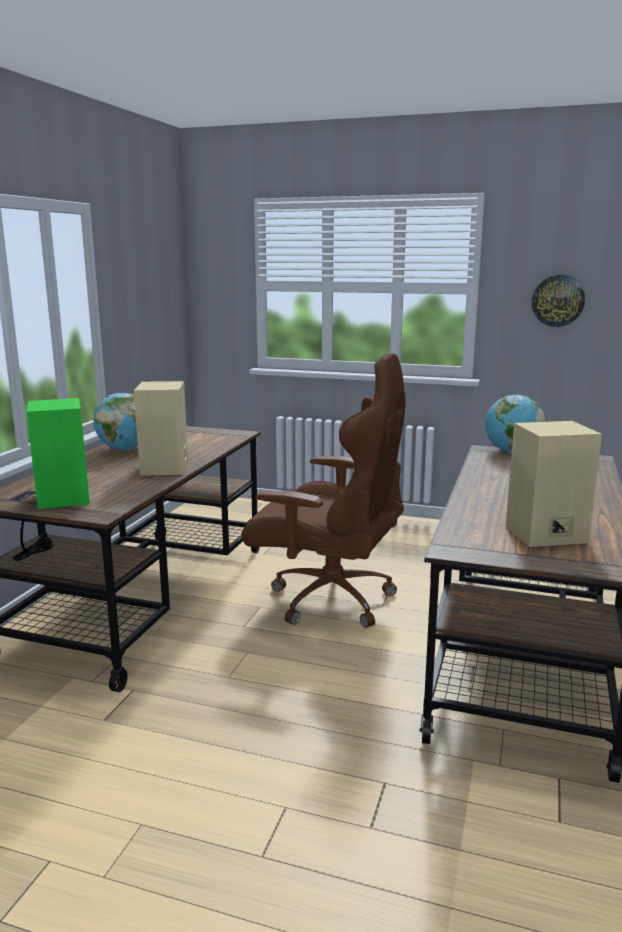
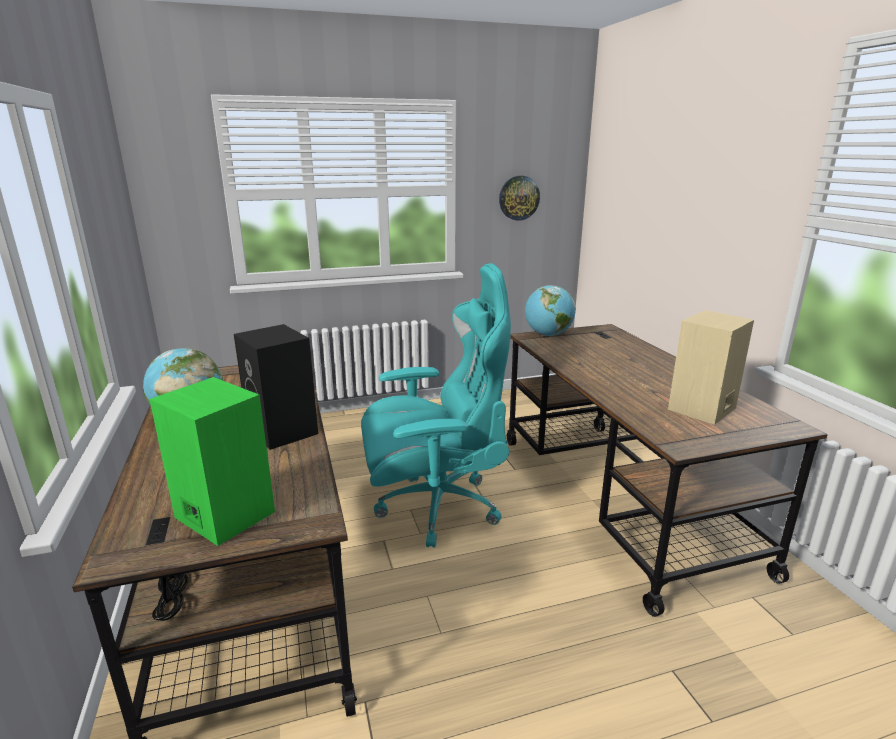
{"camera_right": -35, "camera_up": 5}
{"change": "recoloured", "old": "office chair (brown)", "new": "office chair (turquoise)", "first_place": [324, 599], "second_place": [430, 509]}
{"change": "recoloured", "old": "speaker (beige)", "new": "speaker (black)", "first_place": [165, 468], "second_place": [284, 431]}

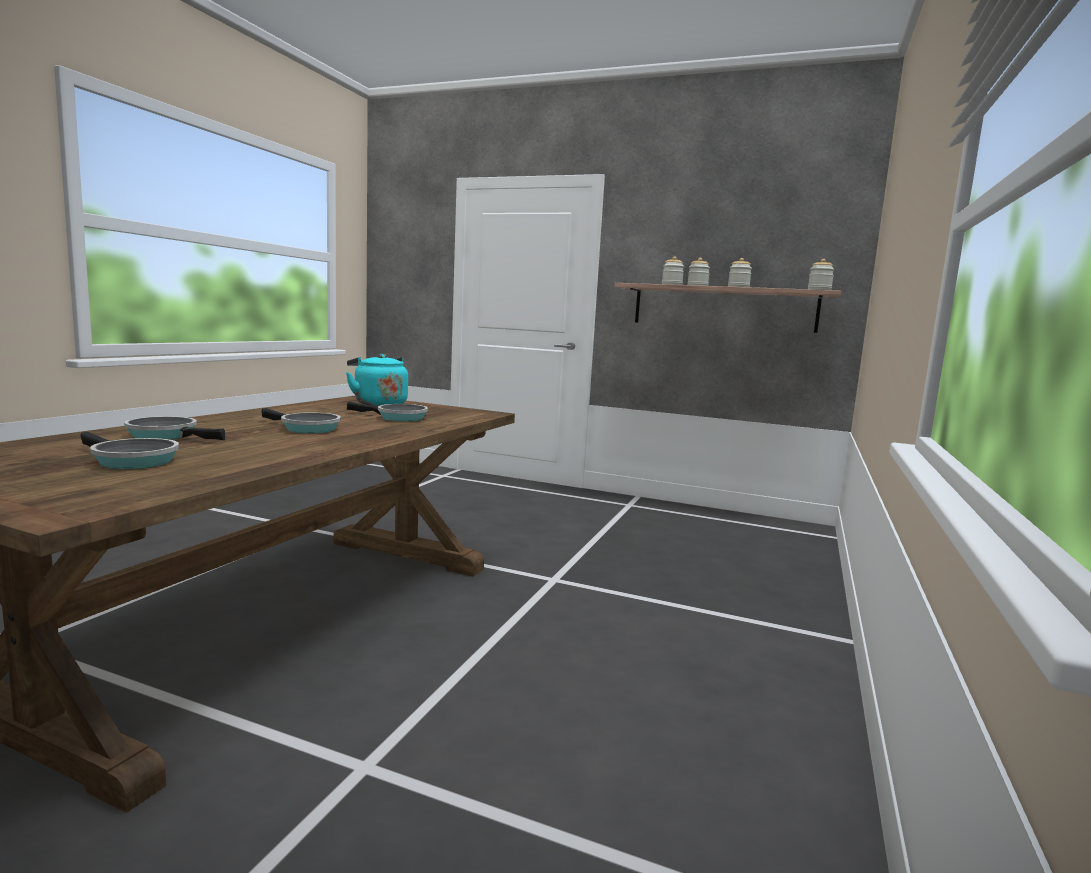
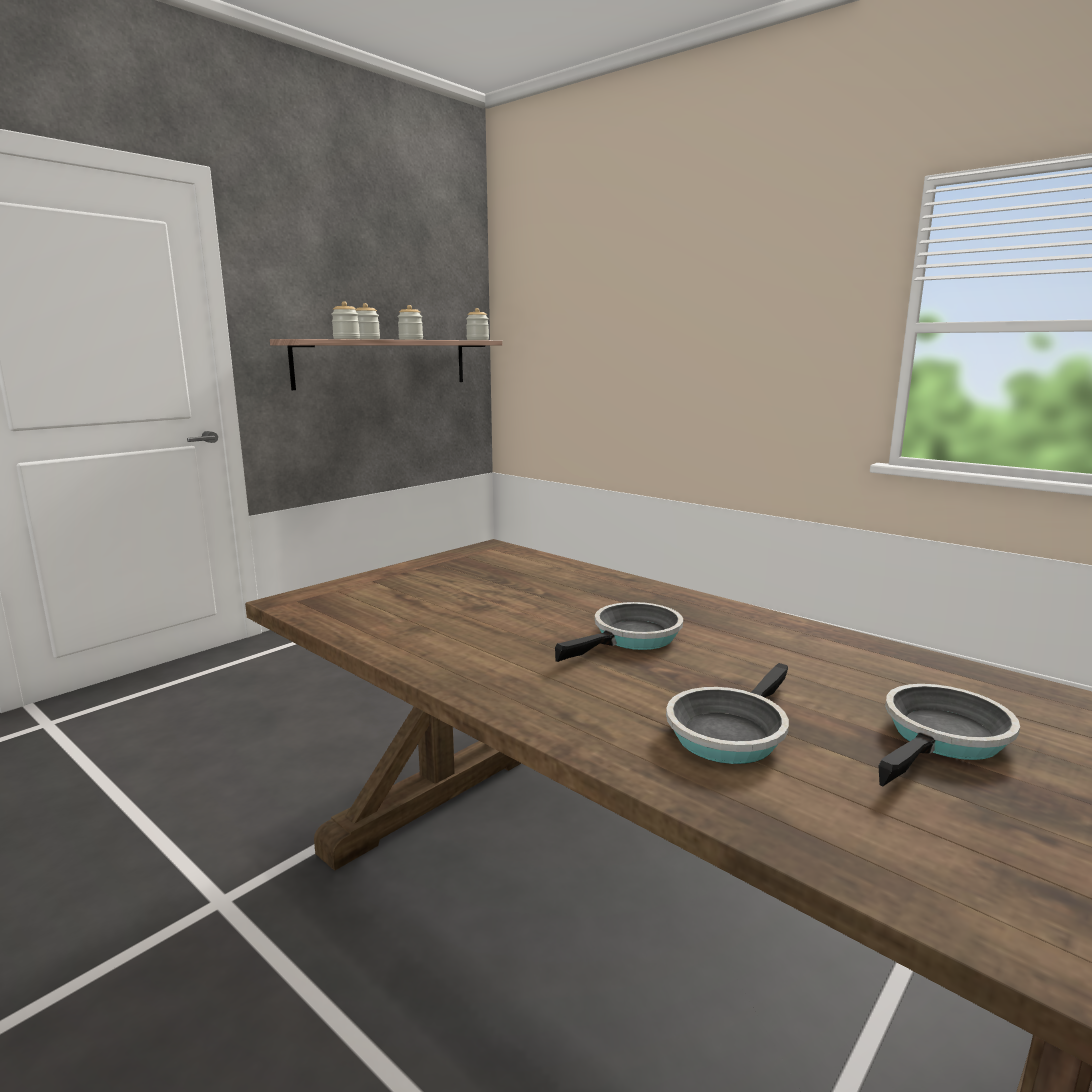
{"camera_right": -70, "camera_up": 5}
{"change": "removed", "old": "kettle (turquoise)", "first_place": [378, 404]}
{"change": "removed", "old": "frying pan", "first_place": [397, 418]}

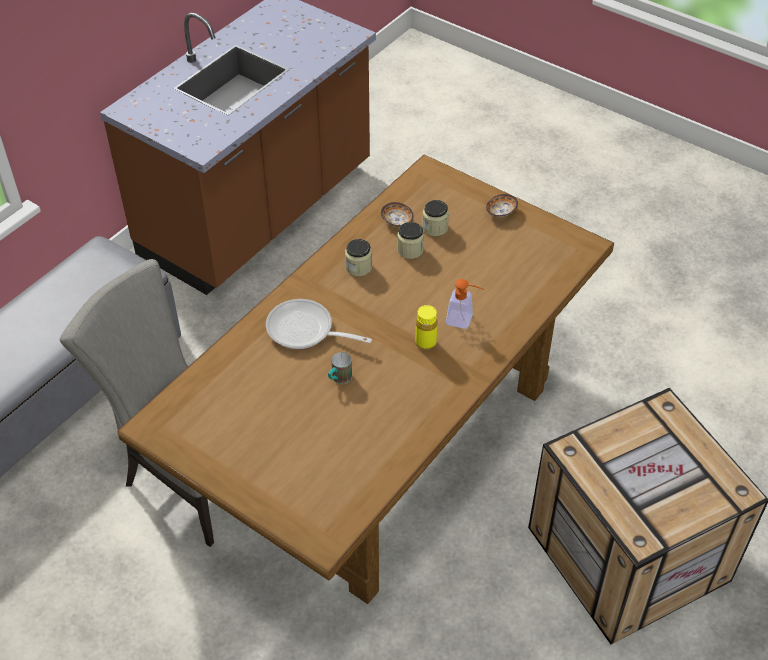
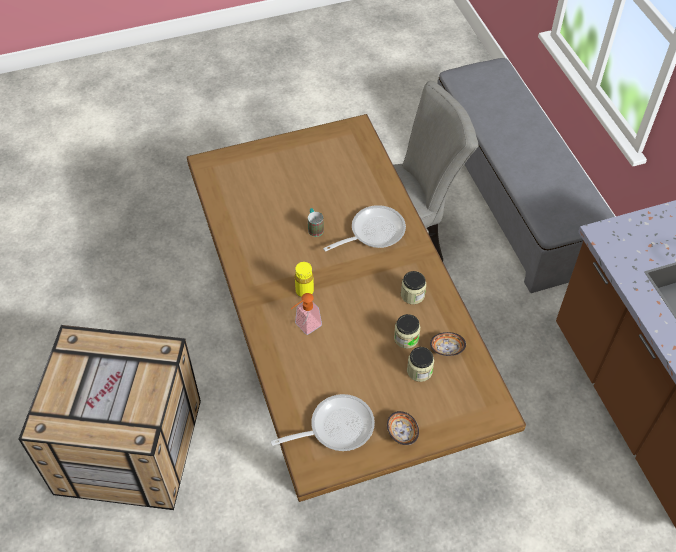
{"camera_right": 125, "camera_up": 5}
{"change": "added", "new": "frying pan", "second_place": [336, 427]}

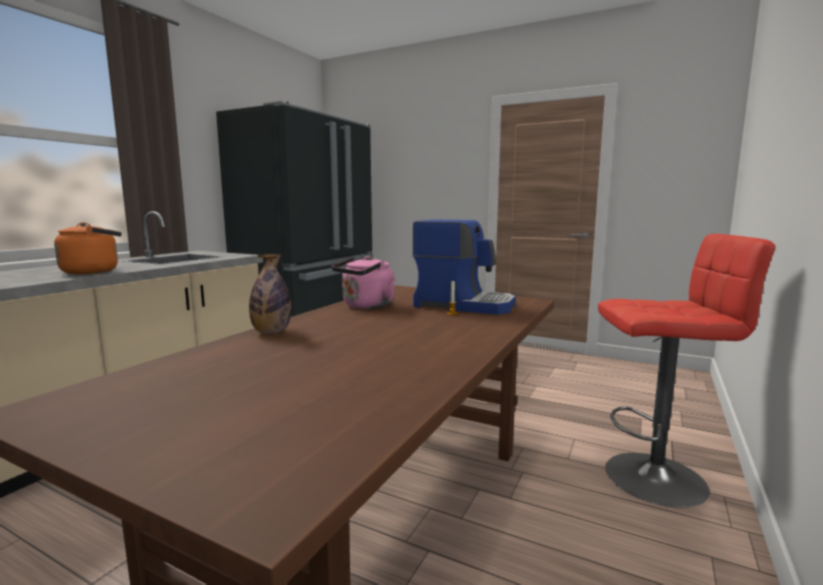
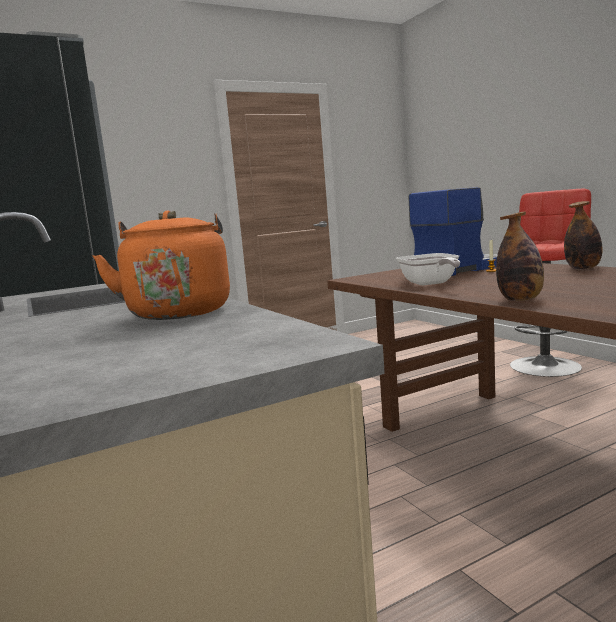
{"camera_right": -55, "camera_up": 0}
{"change": "replaced", "old": "kettle (pink)", "new": "frying pan", "first_place": [366, 306], "second_place": [430, 284]}
{"change": "added", "new": "bottle", "second_place": [583, 268]}

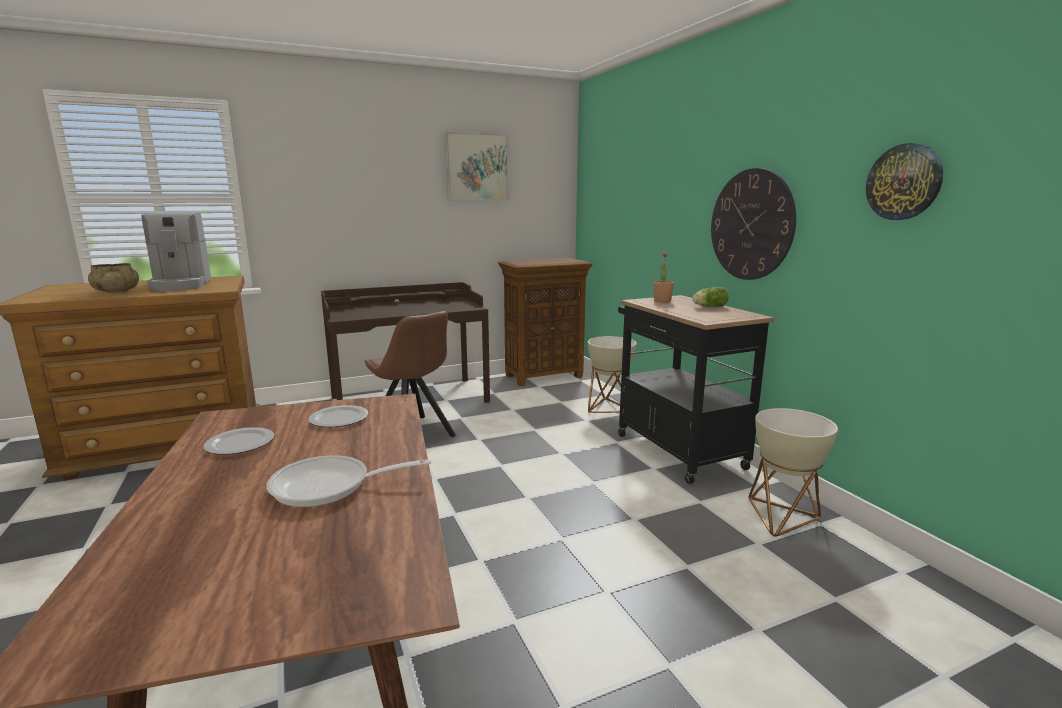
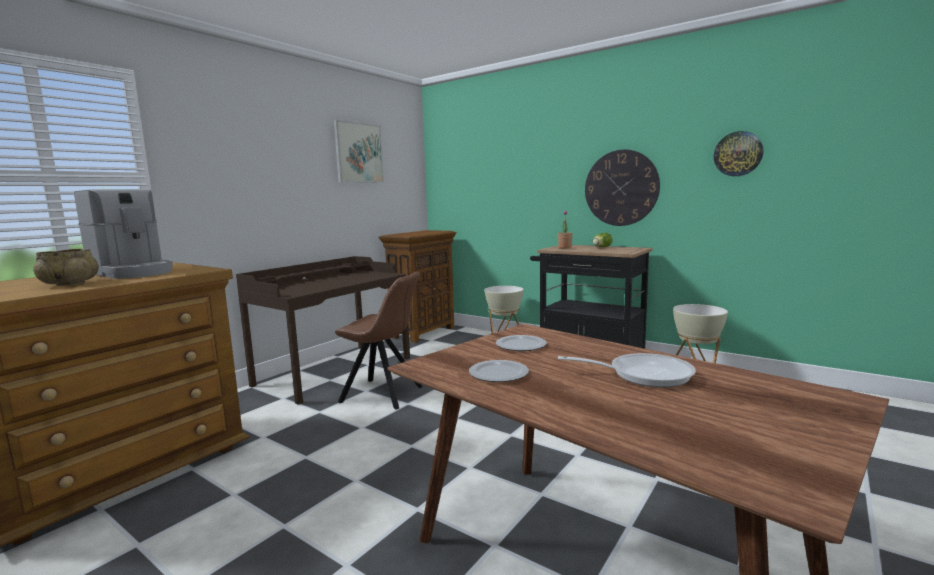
{"camera_right": -30, "camera_up": -5}
{"change": "turned", "old": "frying pan", "first_place": [330, 487], "second_place": [642, 375], "degrees": -135}

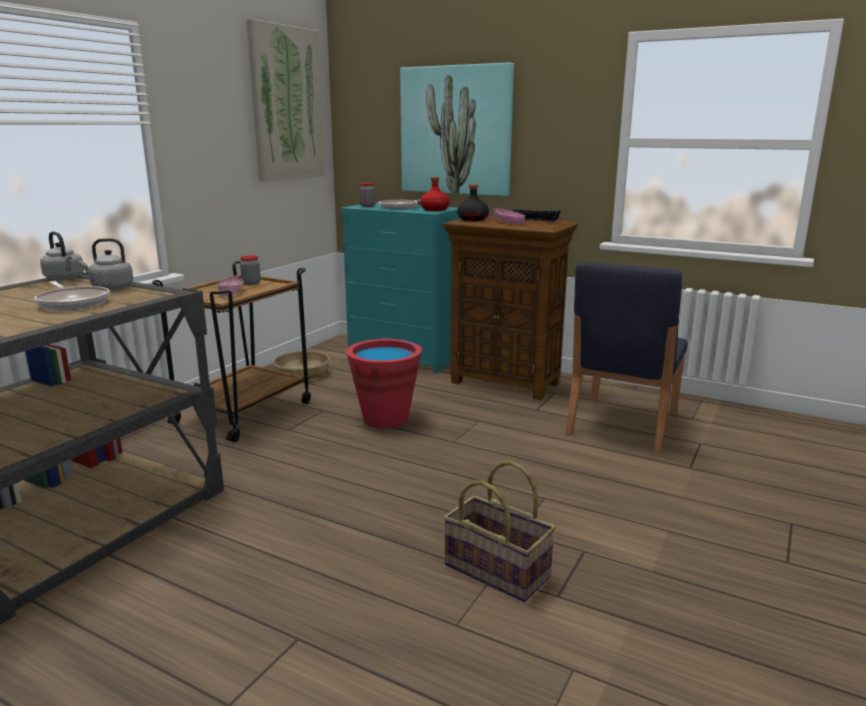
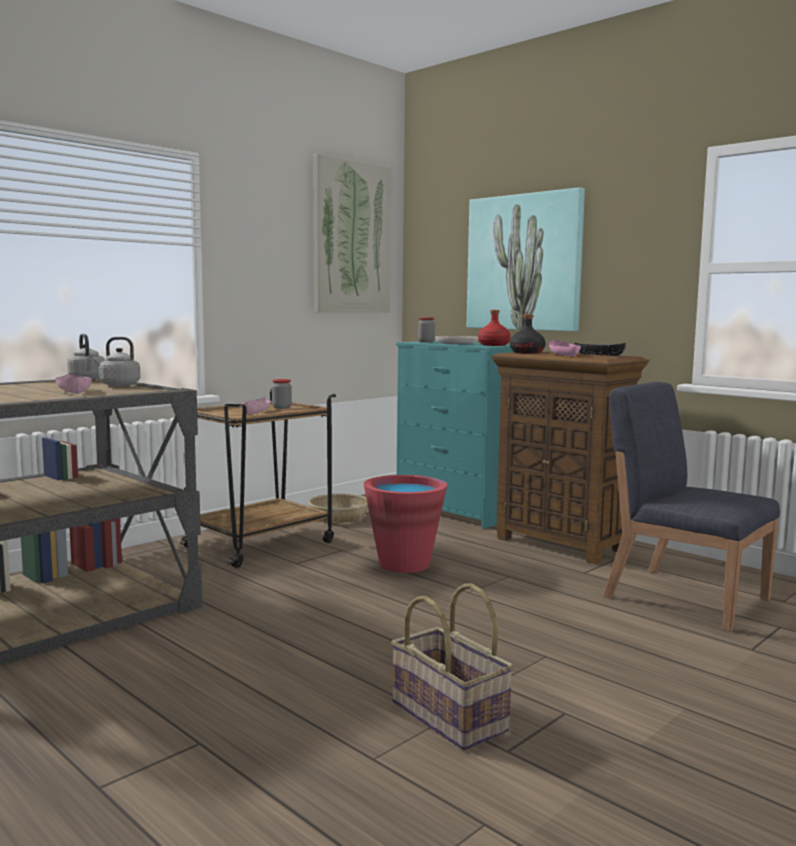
{"camera_right": 15, "camera_up": -10}
{"change": "turned", "old": "chair (blue)", "first_place": [621, 424], "second_place": [684, 597], "degrees": 90}
{"change": "replaced", "old": "frying pan", "new": "bowl (pink)", "first_place": [73, 303], "second_place": [74, 391]}

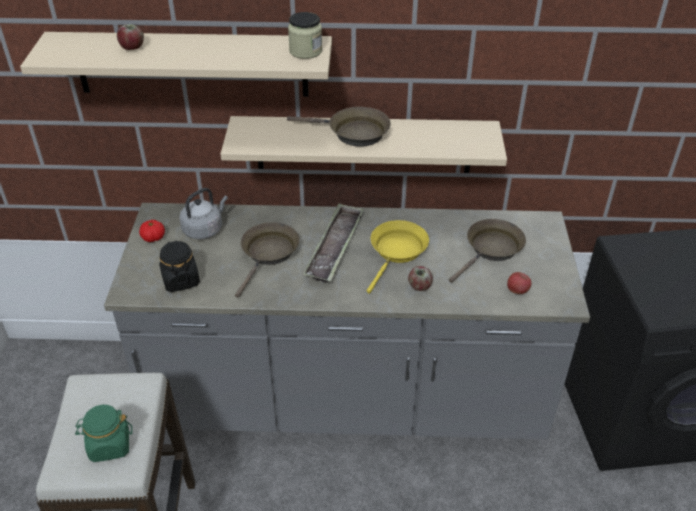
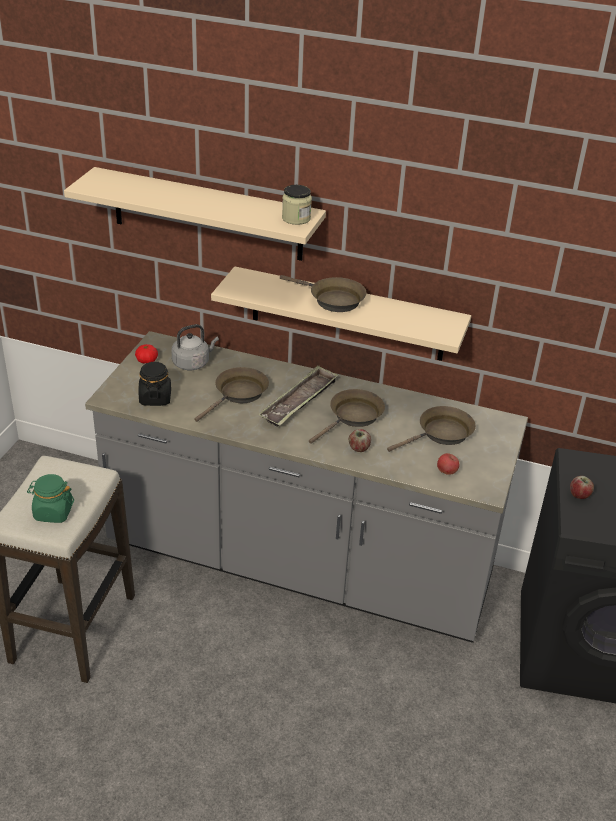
{"camera_right": 15, "camera_up": -5}
{"change": "moved", "old": "apple", "first_place": [132, 48], "second_place": [579, 495]}
{"change": "recoloured", "old": "frying pan (yellow)", "new": "frying pan (brown)", "first_place": [397, 252], "second_place": [353, 417]}

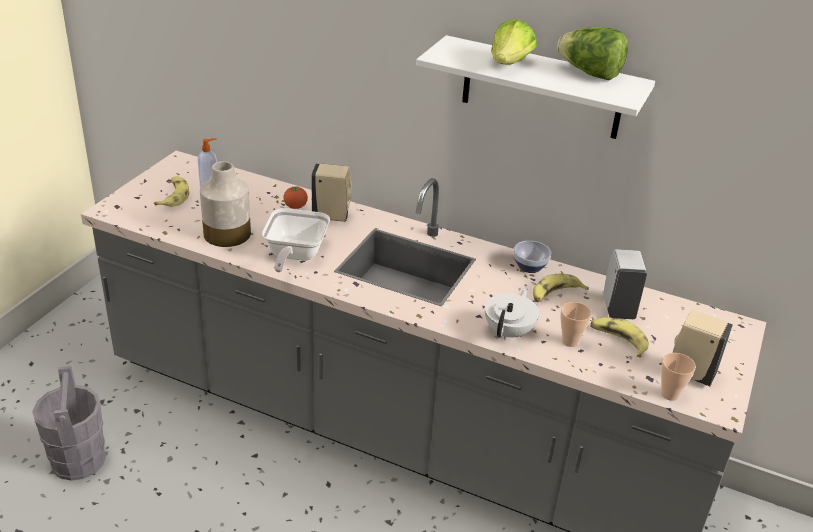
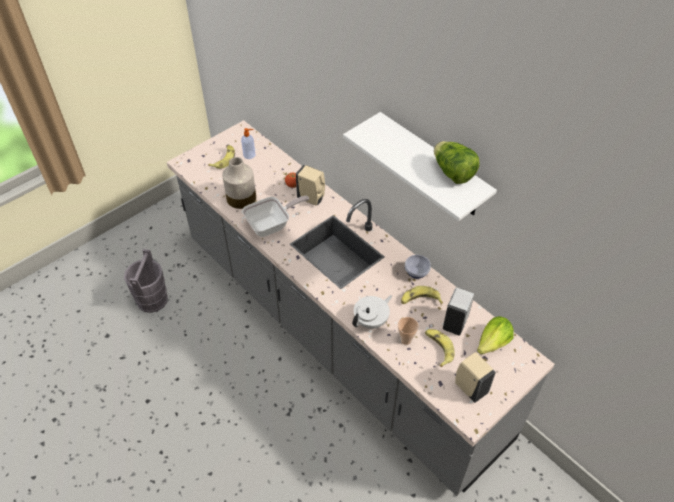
{"camera_right": 25, "camera_up": 15}
{"change": "moved", "old": "lettuce", "first_place": [510, 64], "second_place": [493, 343]}
{"change": "turned", "old": "frying pan", "first_place": [294, 256], "second_place": [272, 225], "degrees": -150}
{"change": "removed", "old": "cup", "first_place": [669, 394]}

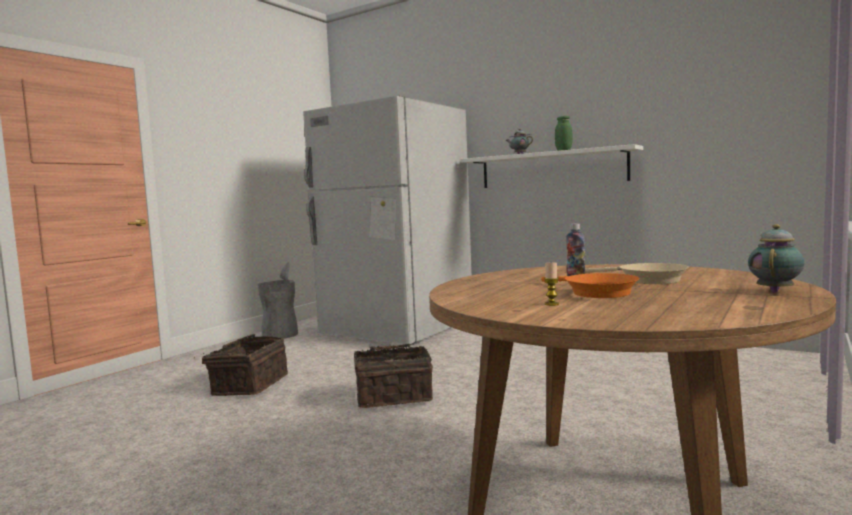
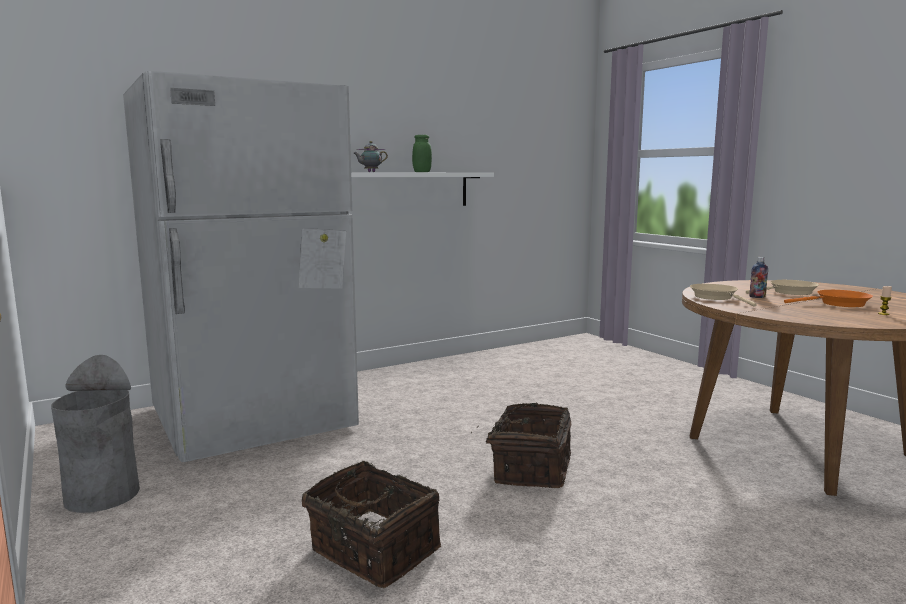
{"camera_right": -65, "camera_up": 5}
{"change": "removed", "old": "teapot", "first_place": [775, 291]}
{"change": "added", "new": "frying pan (beige)", "second_place": [716, 297]}

